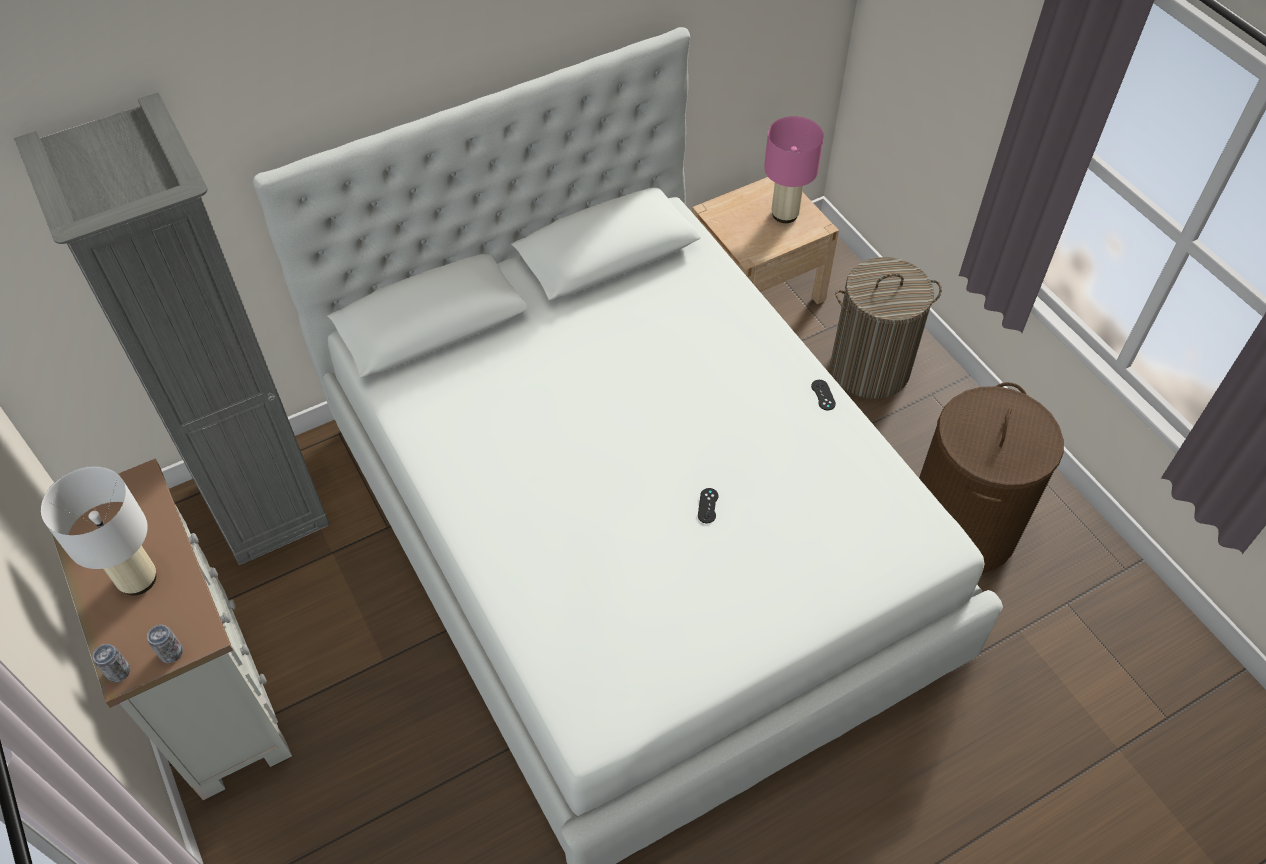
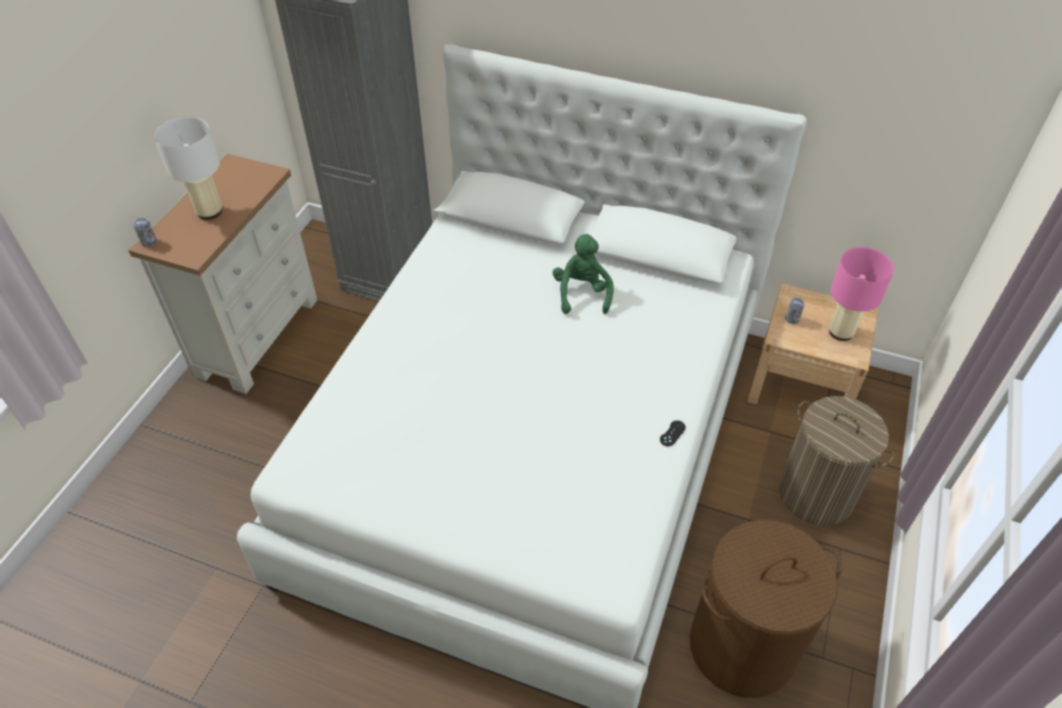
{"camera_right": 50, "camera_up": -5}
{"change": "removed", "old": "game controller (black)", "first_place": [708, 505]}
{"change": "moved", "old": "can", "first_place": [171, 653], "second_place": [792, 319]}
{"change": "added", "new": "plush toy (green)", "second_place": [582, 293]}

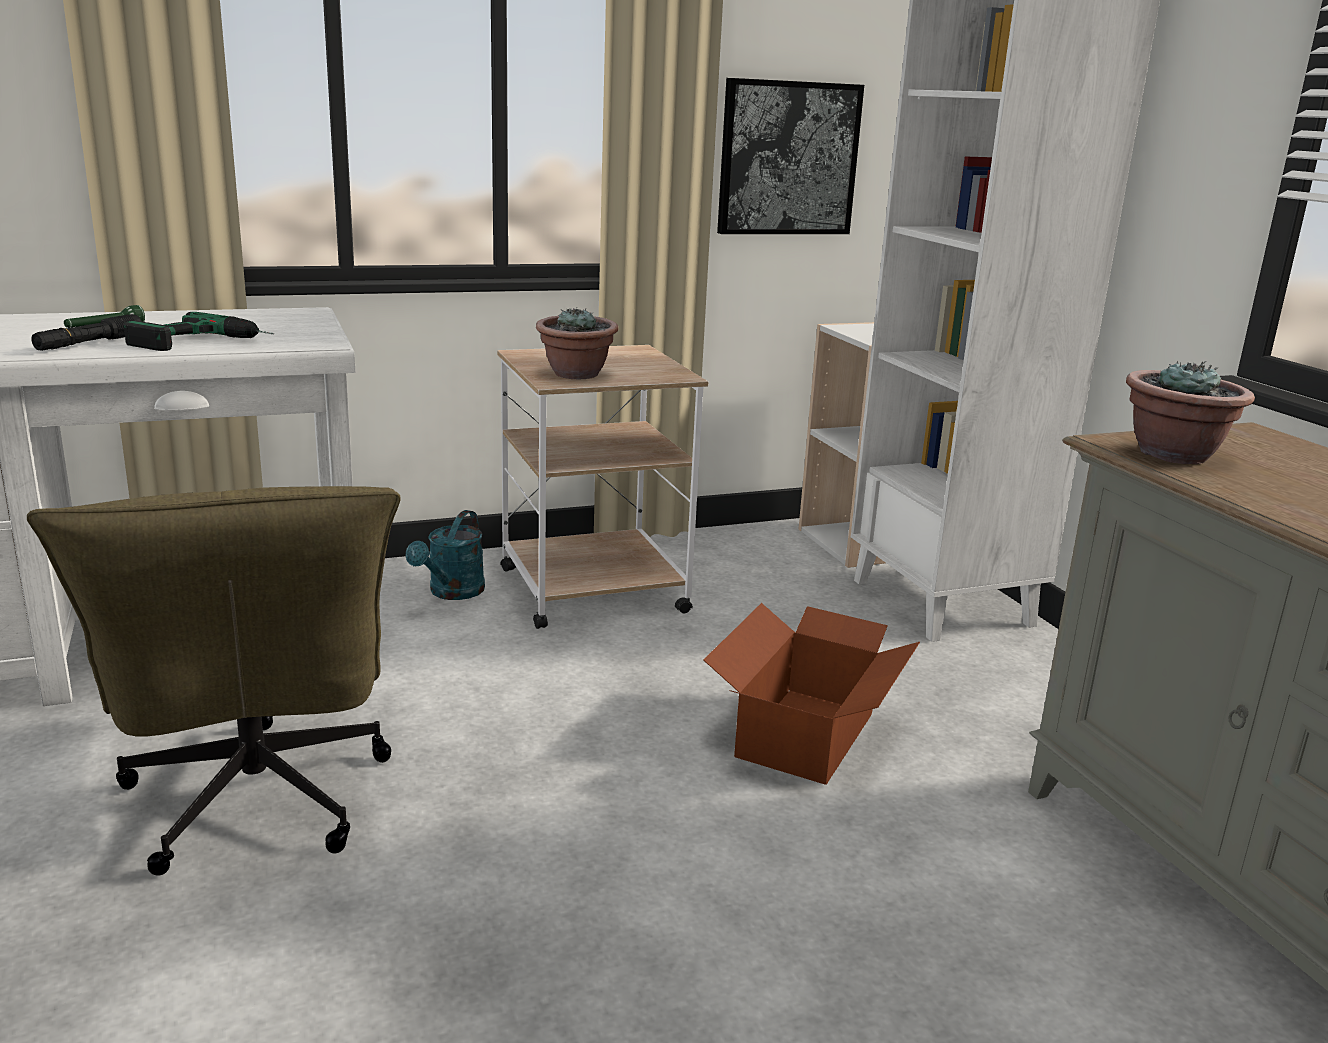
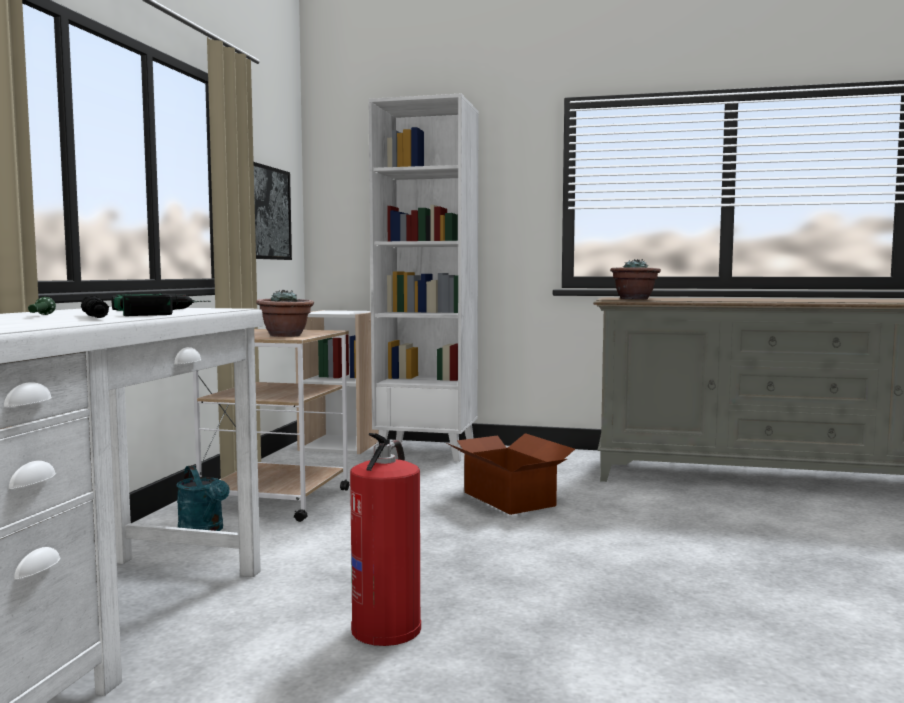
{"camera_right": -55, "camera_up": -15}
{"change": "replaced", "old": "office chair (beige)", "new": "fire extinguisher", "first_place": [257, 793], "second_place": [387, 628]}

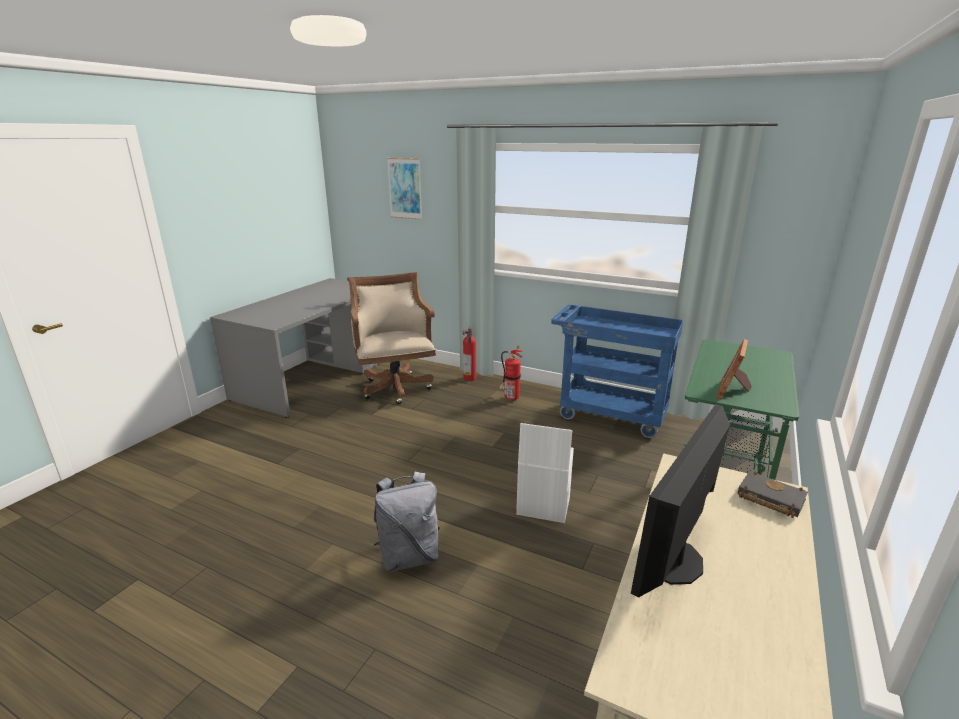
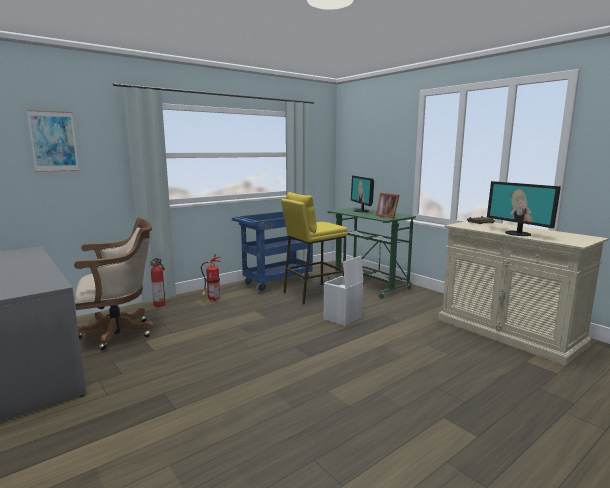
{"camera_right": -65, "camera_up": -10}
{"change": "turned", "old": "office chair", "first_place": [395, 387], "second_place": [120, 333], "degrees": 150}
{"change": "removed", "old": "backpack (grey)", "first_place": [409, 556]}
{"change": "added", "new": "monitor", "second_place": [361, 211]}
{"change": "added", "new": "stool (yellow)", "second_place": [313, 293]}

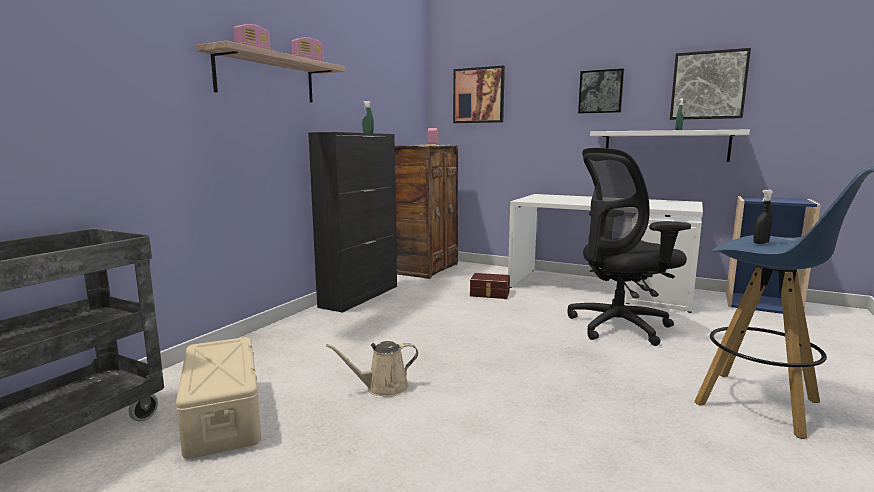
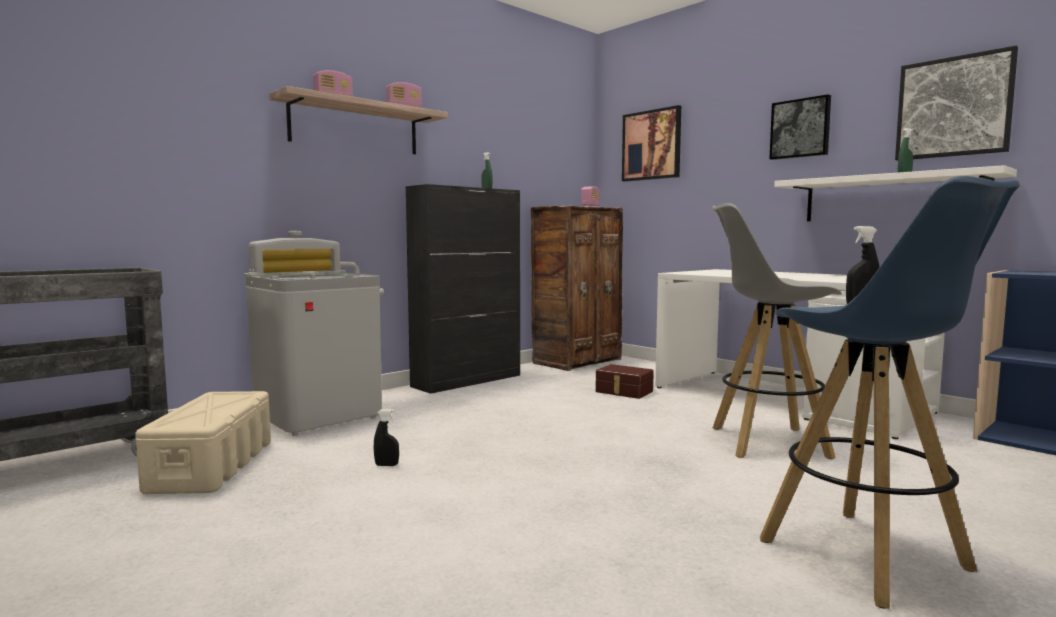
{"camera_right": 20, "camera_up": -5}
{"change": "replaced", "old": "office chair (black)", "new": "stool (grey)", "first_place": [622, 325], "second_place": [766, 442]}
{"change": "replaced", "old": "watering can (beige)", "new": "spray bottle (black)", "first_place": [383, 388], "second_place": [386, 465]}
{"change": "added", "new": "washing machine (grey)", "second_place": [320, 416]}

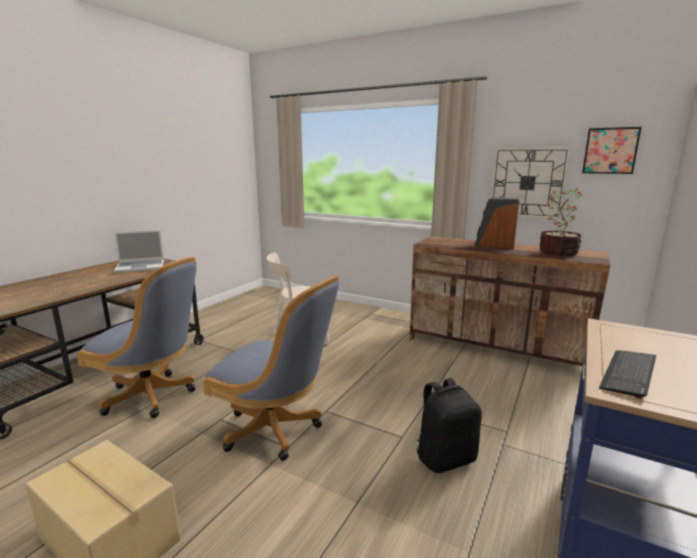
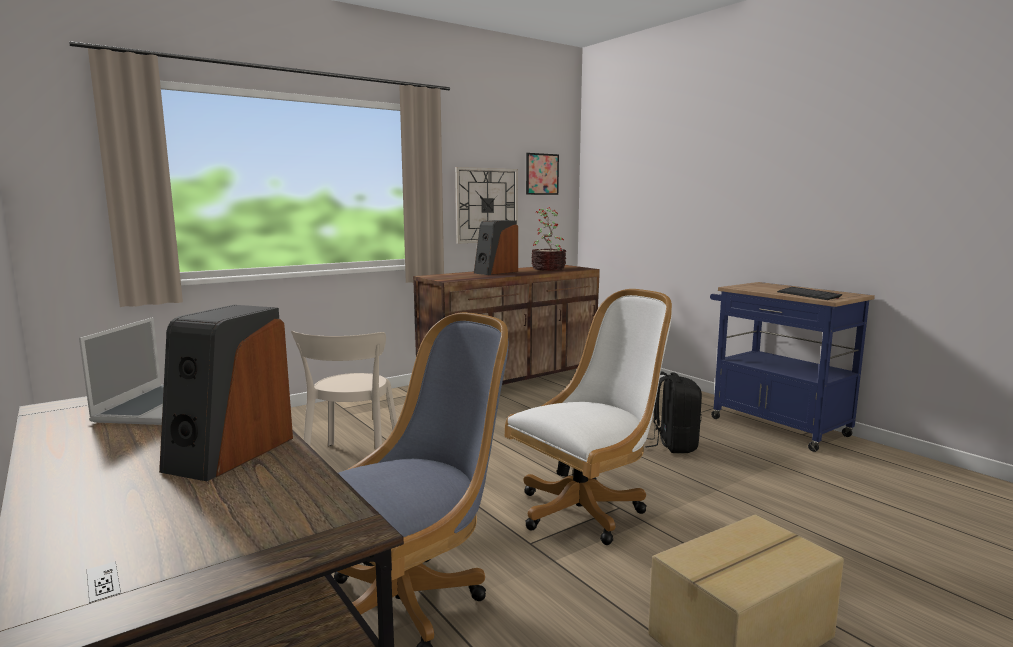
{"camera_right": -65, "camera_up": -5}
{"change": "recoloured", "old": "office chair (blue)", "new": "office chair (white)", "first_place": [279, 432], "second_place": [588, 508]}
{"change": "added", "new": "speaker", "second_place": [229, 453]}

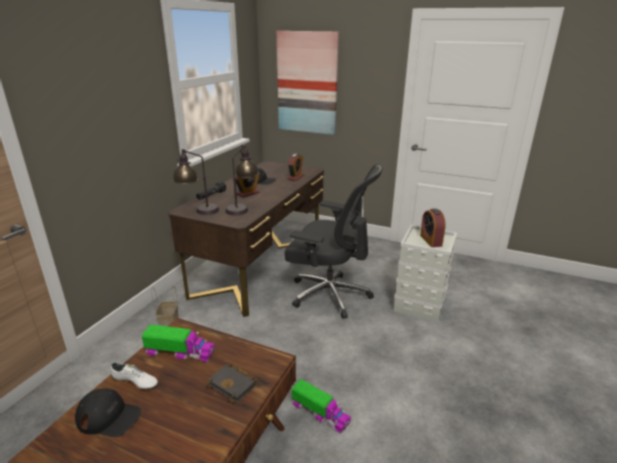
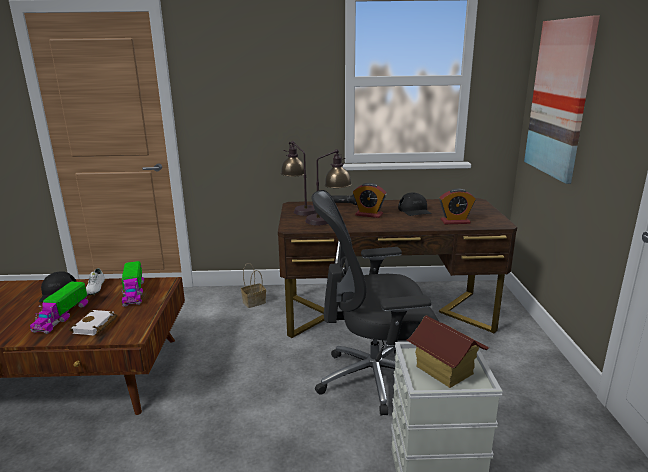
{"camera_right": 65, "camera_up": -5}
{"change": "turned", "old": "office chair", "first_place": [328, 295], "second_place": [375, 378], "degrees": 90}
{"change": "replaced", "old": "alarm clock", "new": "toy house", "first_place": [430, 240], "second_place": [444, 370]}
{"change": "recoloured", "old": "book (black)", "new": "book (white)", "first_place": [234, 385], "second_place": [95, 326]}
{"change": "moved", "old": "toy truck", "first_place": [320, 413], "second_place": [62, 316]}

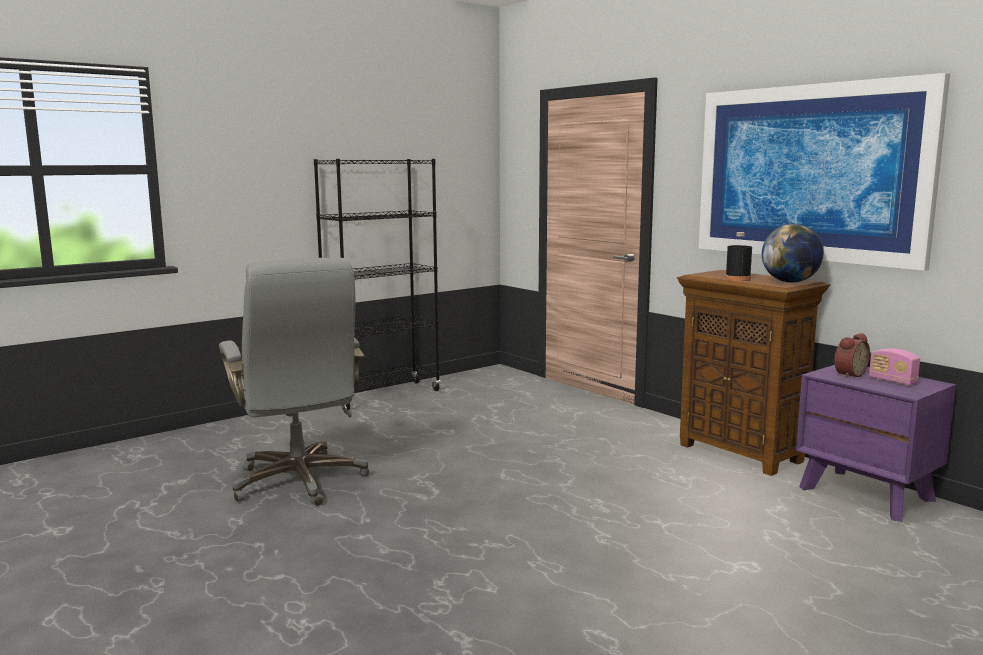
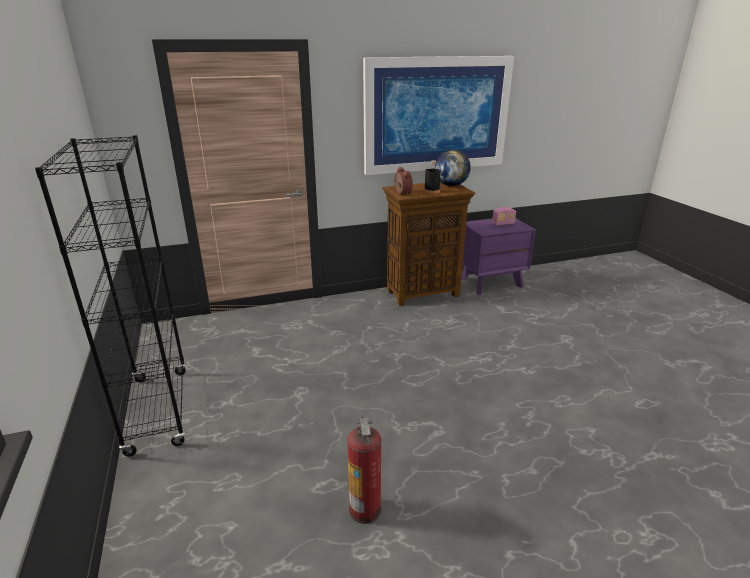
{"camera_right": -70, "camera_up": 15}
{"change": "replaced", "old": "office chair (grey)", "new": "fire extinguisher", "first_place": [297, 479], "second_place": [365, 509]}
{"change": "moved", "old": "alarm clock", "first_place": [848, 374], "second_place": [401, 193]}

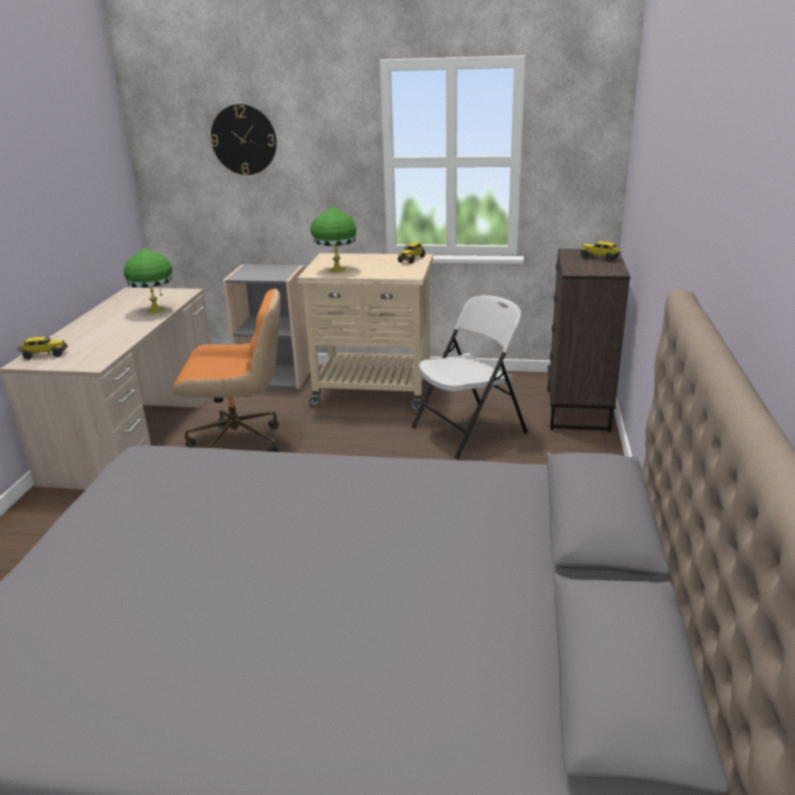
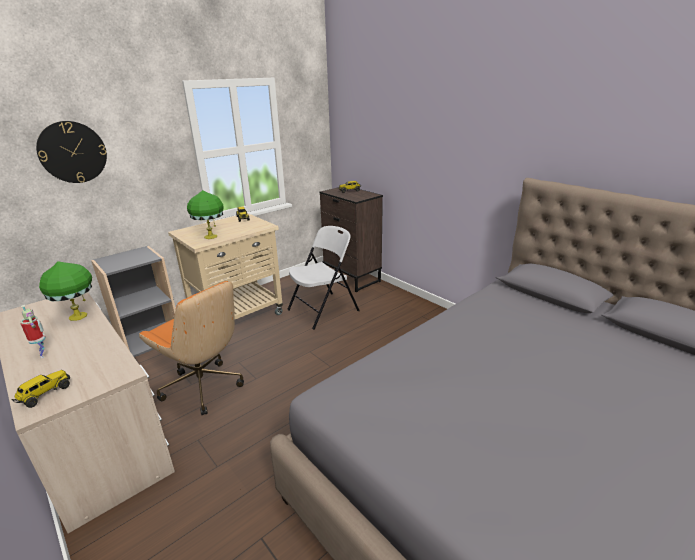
{"camera_right": -50, "camera_up": 0}
{"change": "turned", "old": "office chair (orange)", "first_place": [240, 444], "second_place": [204, 389], "degrees": 90}
{"change": "turned", "old": "chair (white)", "first_place": [469, 430], "second_place": [323, 310], "degrees": 45}
{"change": "added", "new": "toy robot", "second_place": [43, 354]}

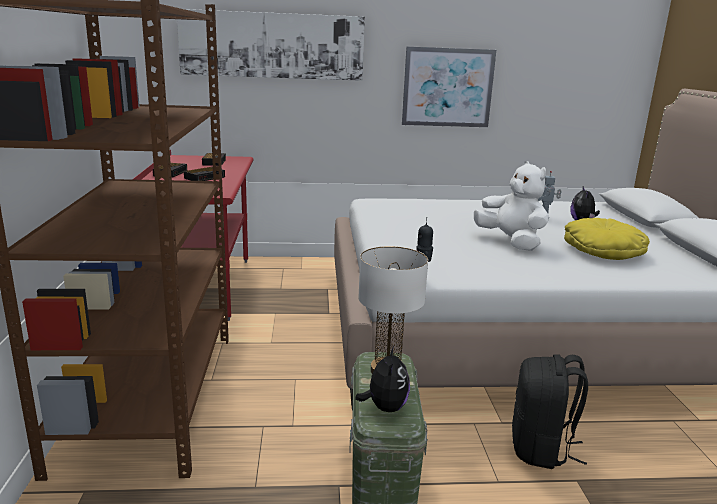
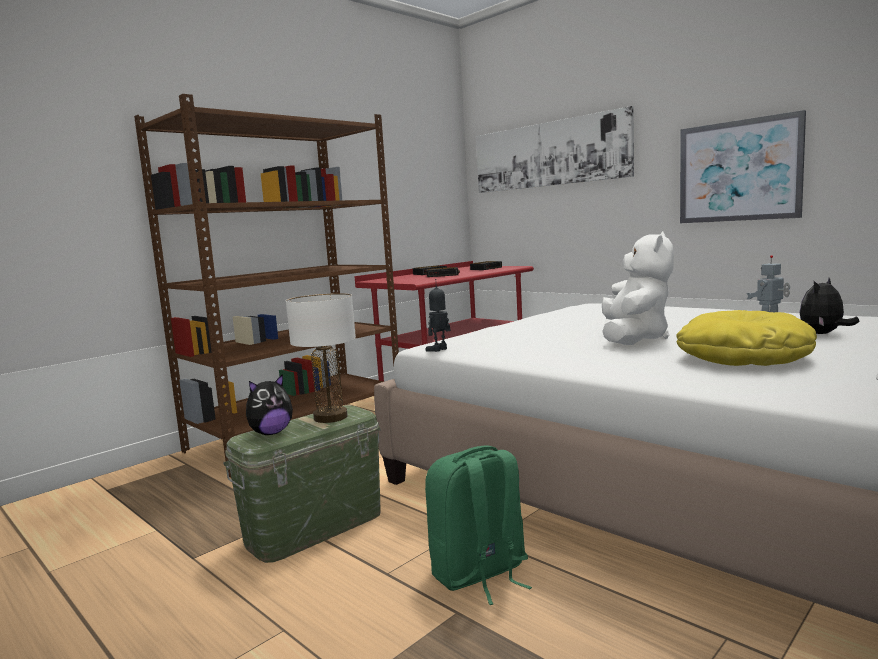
{"camera_right": 50, "camera_up": -10}
{"change": "recoloured", "old": "backpack (black)", "new": "backpack (green)", "first_place": [541, 449], "second_place": [479, 574]}

